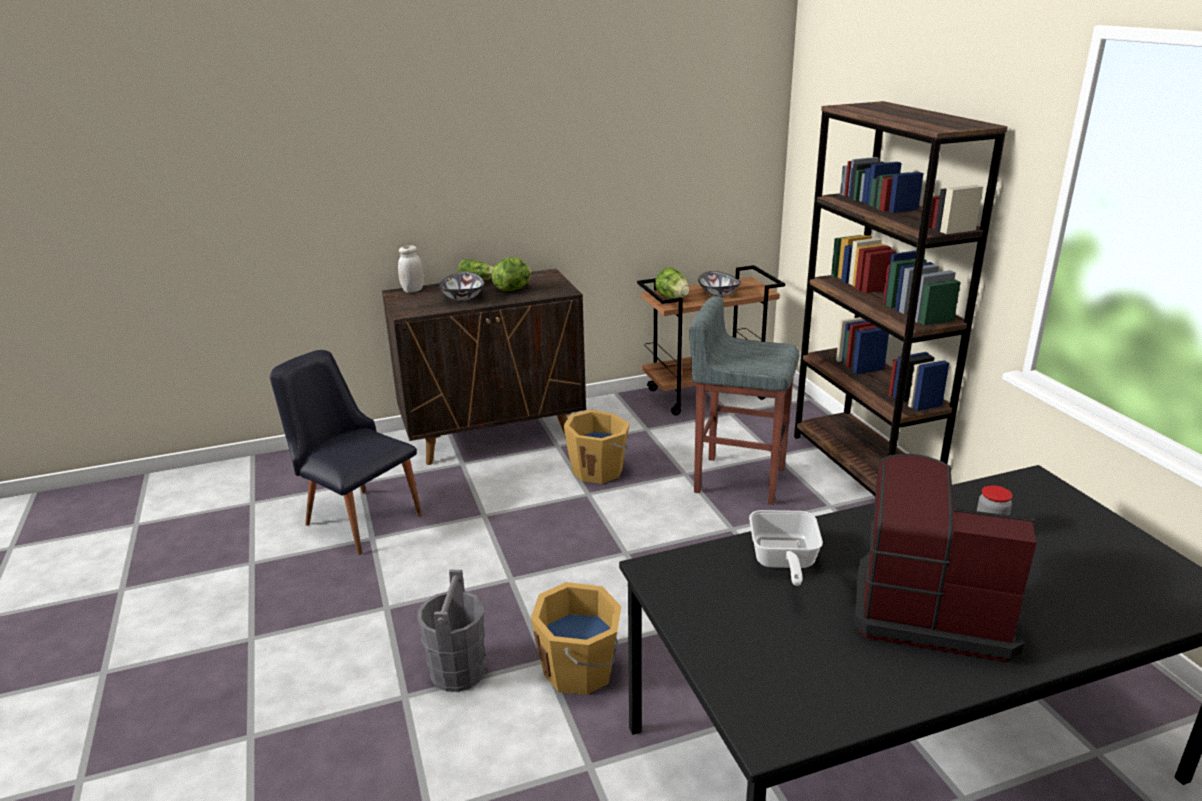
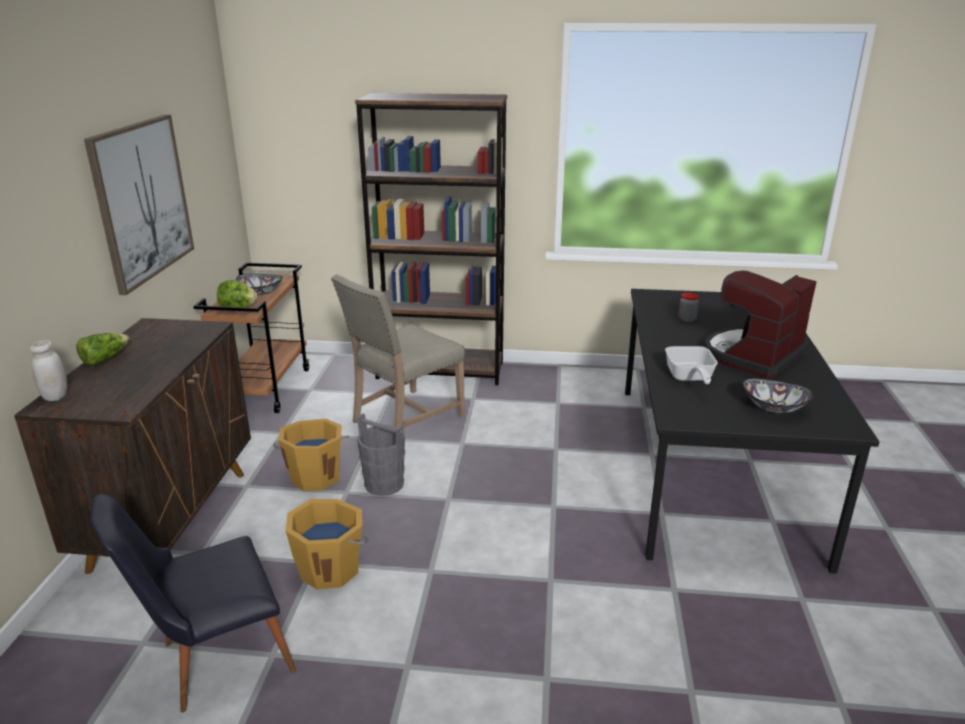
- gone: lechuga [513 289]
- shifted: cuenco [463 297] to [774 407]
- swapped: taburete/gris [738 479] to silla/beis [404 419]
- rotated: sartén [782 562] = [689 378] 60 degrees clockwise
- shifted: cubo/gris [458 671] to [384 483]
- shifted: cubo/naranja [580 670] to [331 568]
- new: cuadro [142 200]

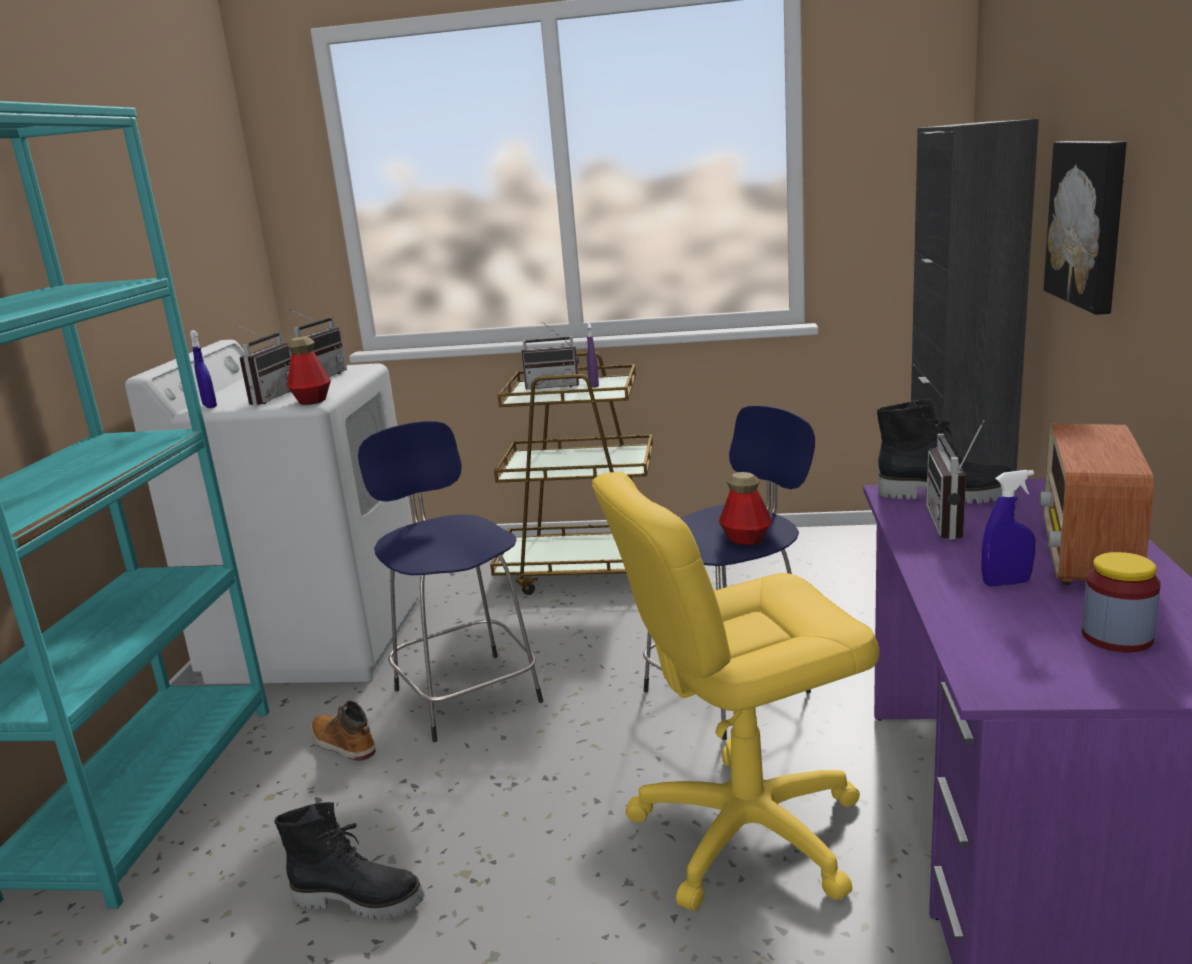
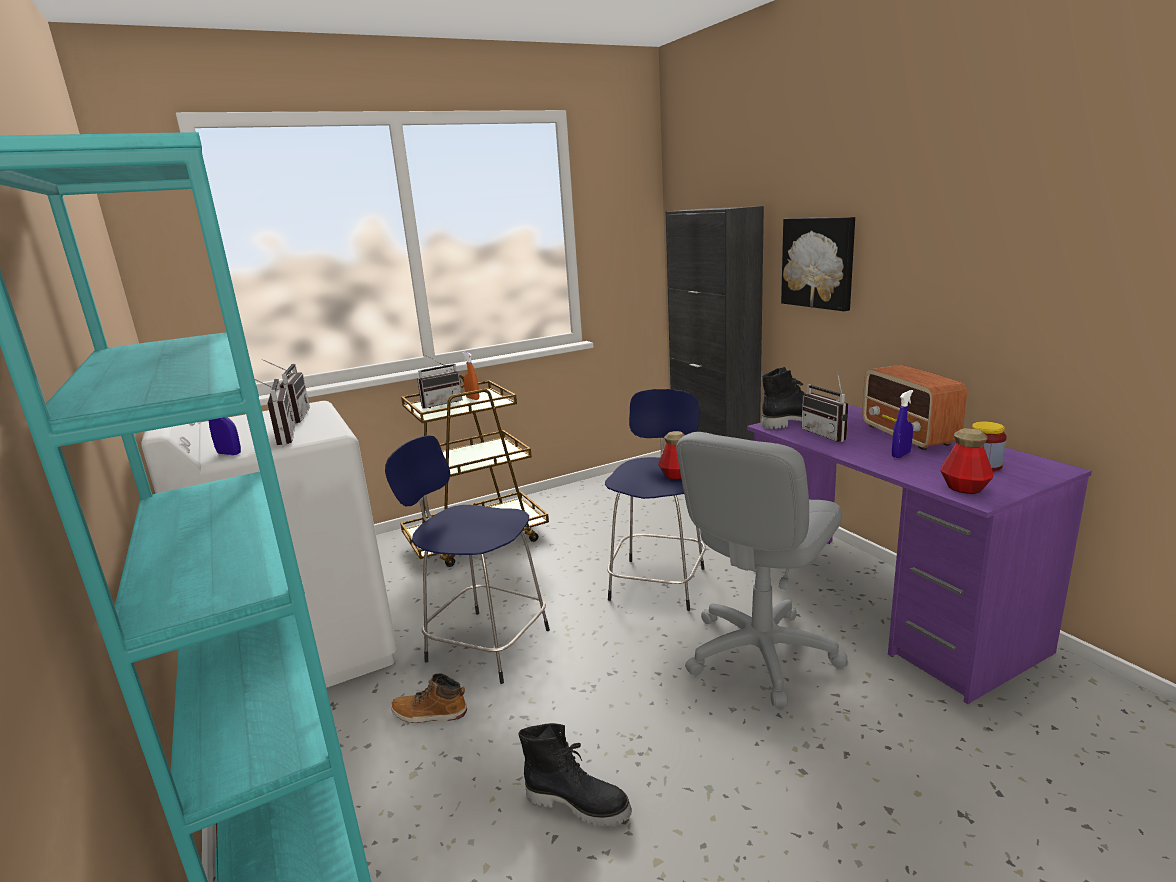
- repainted: pulverizador/morado [593 385] to pulverizador/naranja [472 398]
- shifted: botella [312 400] to [964 488]
- repainted: silla de oficina/amarillo [747 831] to silla de oficina/gris [760 653]
- rotated: bota/negro [360 899] = [578 803] 45 degrees clockwise

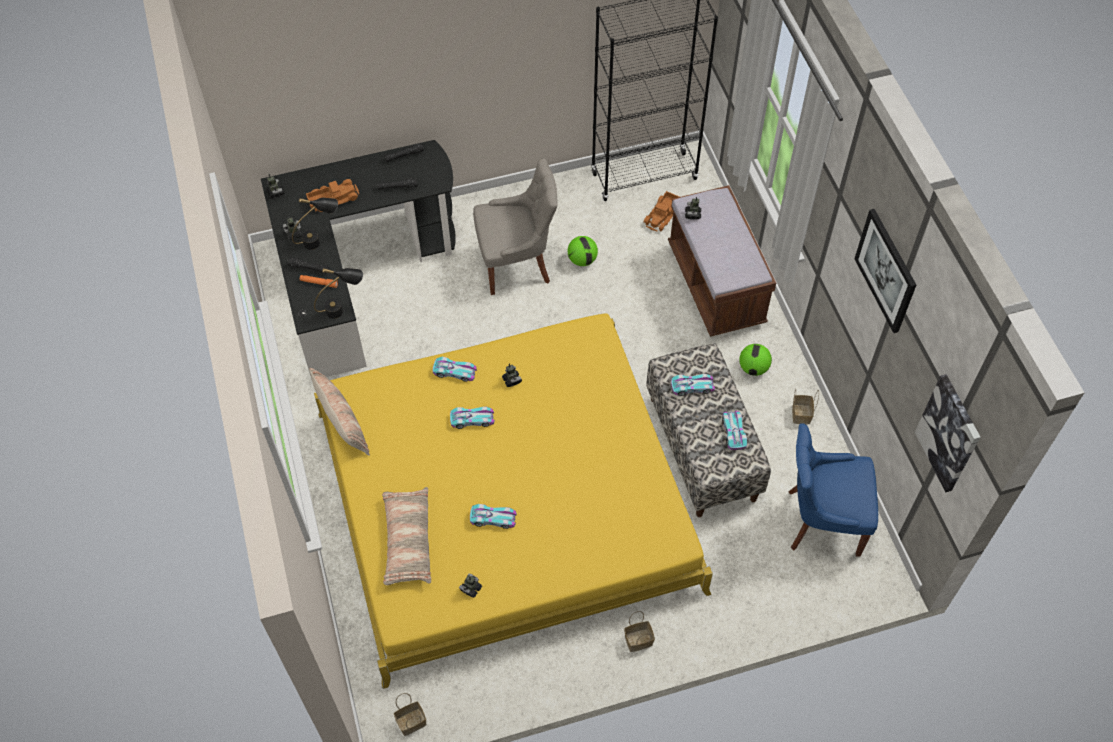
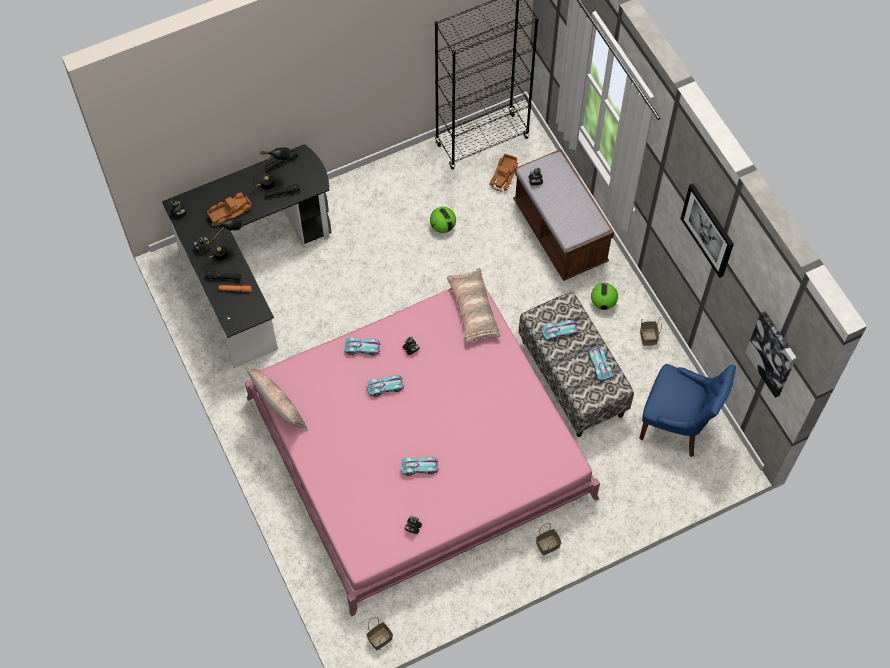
- gone: silla/gris [517 264]
- shifted: lámpara de mesa/negro [342 309] to [273 181]
- repainted: cama/amarillo [507 501] to cama/rosa [420 447]
- rotated: silla/azul [821 521] = [677 424] 150 degrees counterclockwise
- shifted: cojín [407 541] to [473 310]

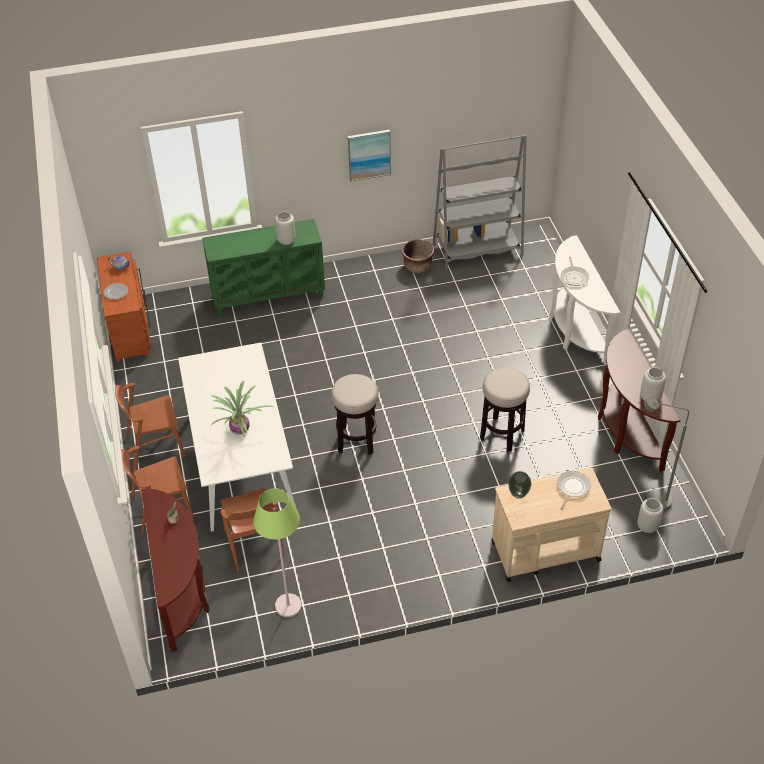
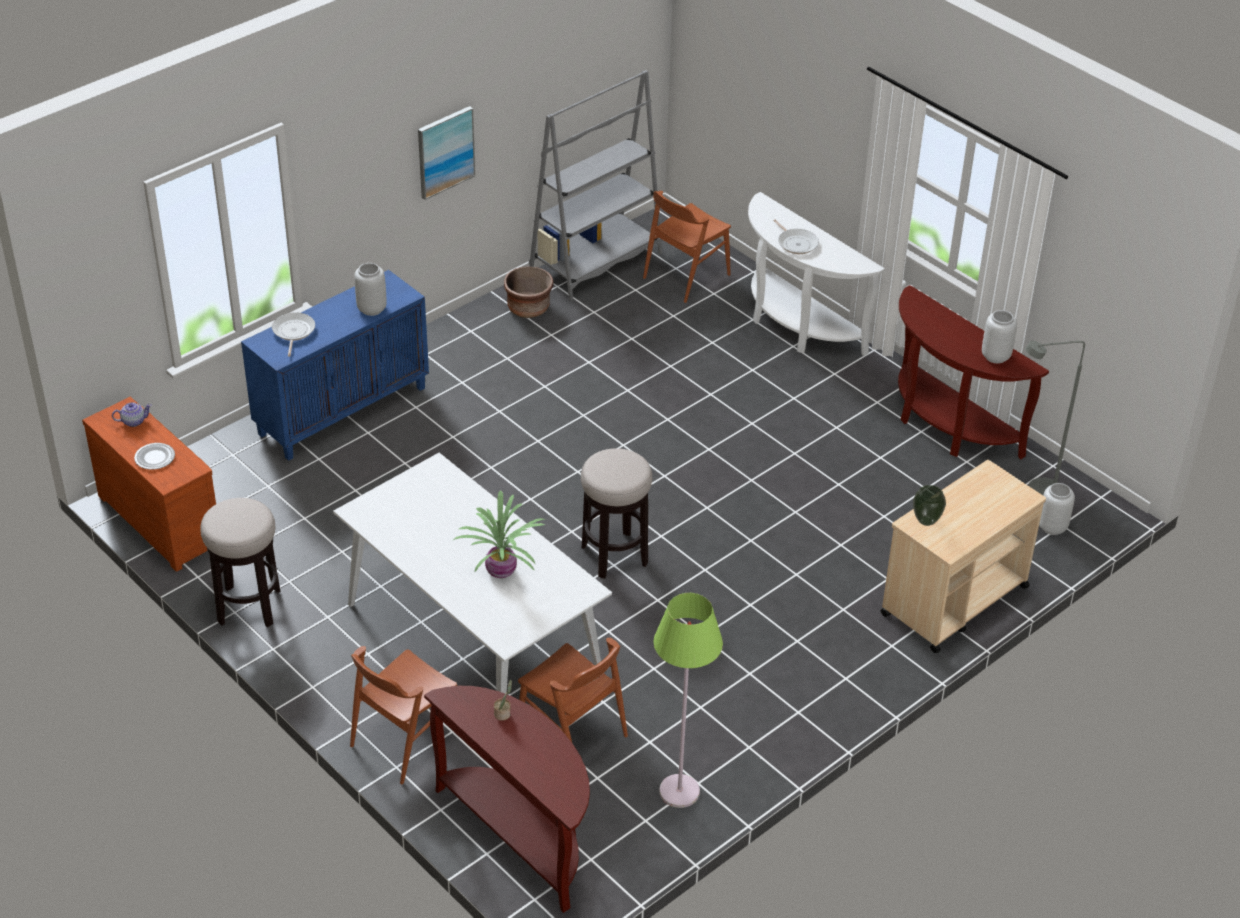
- repainted: armario/verde [269 295] to armario/azul [343 410]
- shifted: taburete [502 434] to [249 606]
- shifted: silla/marrón [155 446] to [686 276]
- shifted: sartén [572 488] to [293 332]

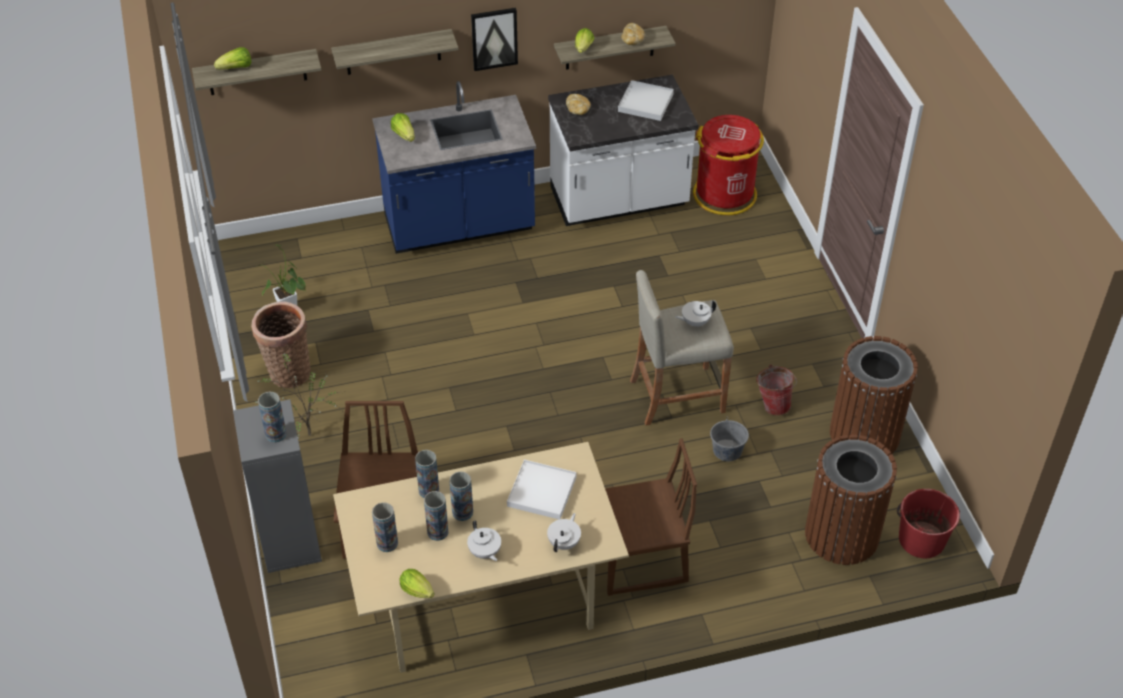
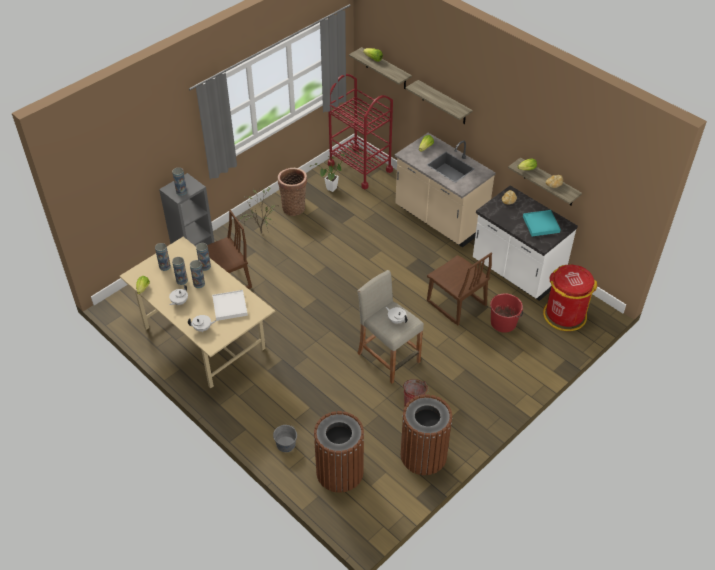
- gone: cuadro [494 38]
- repainted: bandeja/blanco [645 103] to bandeja/turquesa [541 224]
- repainted: mueble bajo de cocina/azul [459 226] to mueble bajo de cocina/beis [439 220]
- shifted: cubo/gris [727 451] to [285 444]
- shifted: silla/marrón [639 560] to [456 304]
- shifted: cubo/rojo [921 539] to [503 322]
- new: carrito/rojo [360 167]

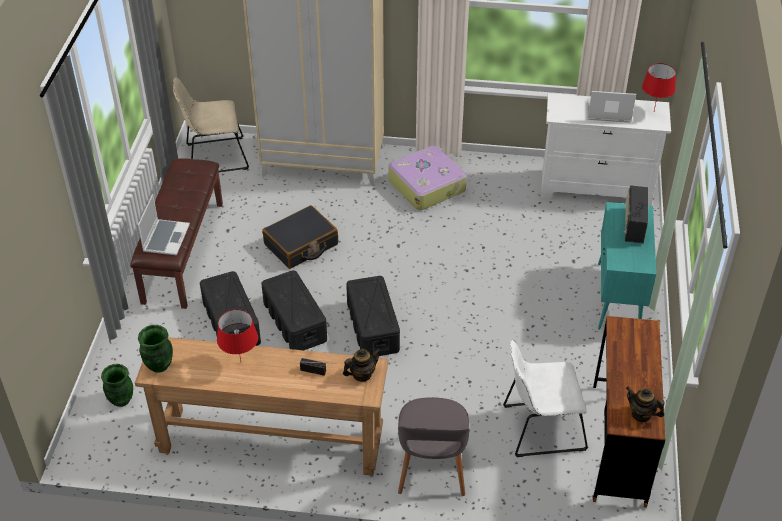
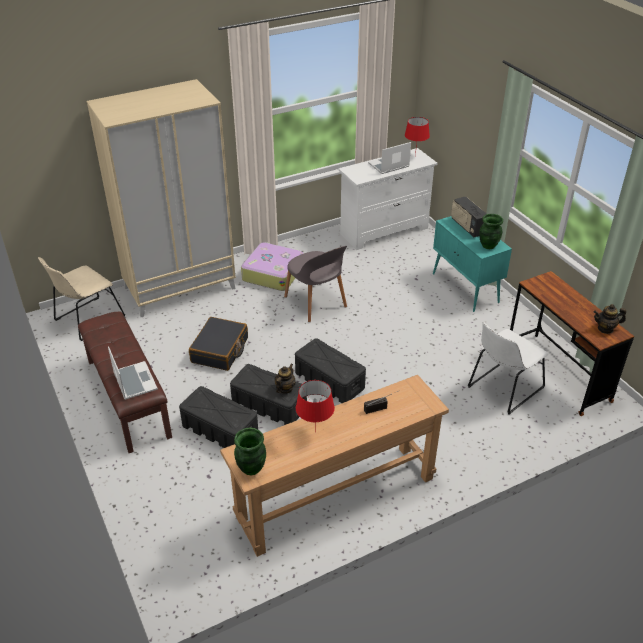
- shifted: tetera [362 374] to [285 389]
- shifted: florero/verde [121 400] to [488 245]
- shifted: silla/gris [431 467] to [316 303]

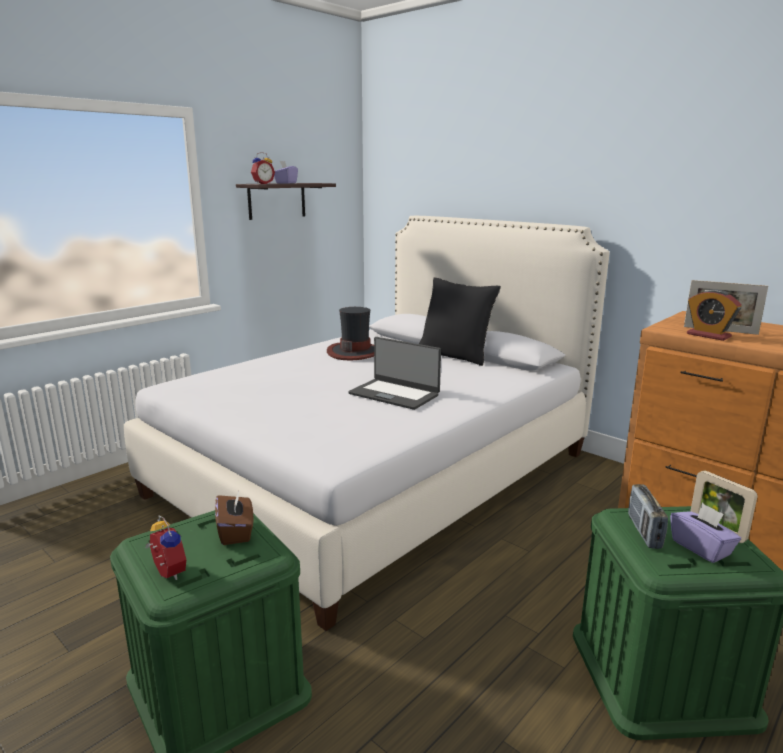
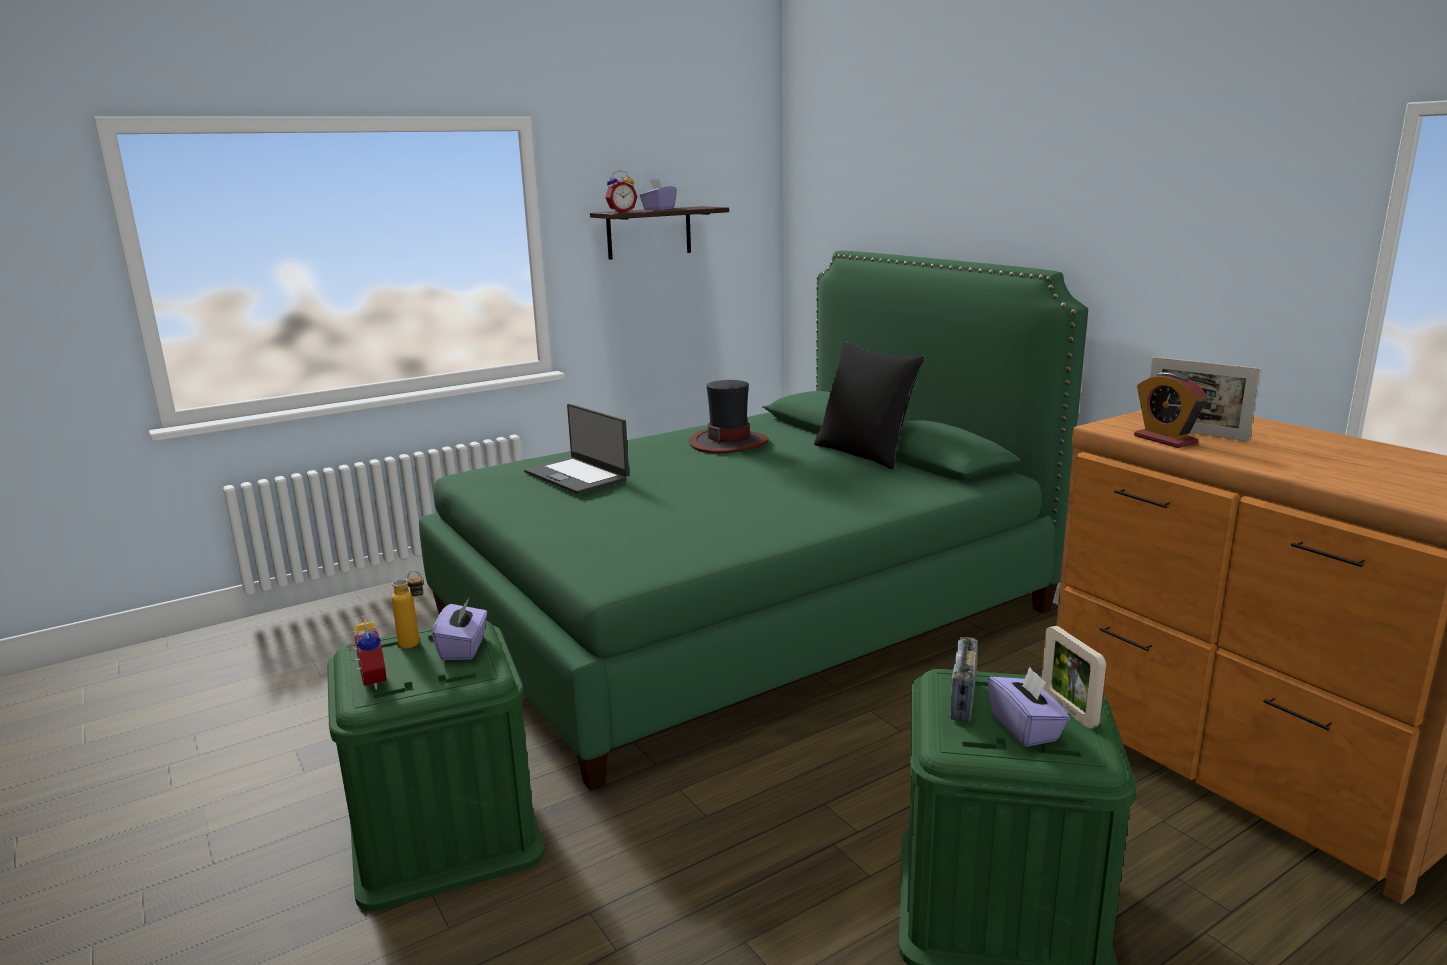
- repainted: cama/blanco [376 473] to cama/verde [741 610]
- shifted: portátil [394 394] to [577 476]
- repainted: caja de pañuelos/marrón [236 532] to caja de pañuelos/morado [464 648]
- new: botella [416 645]

